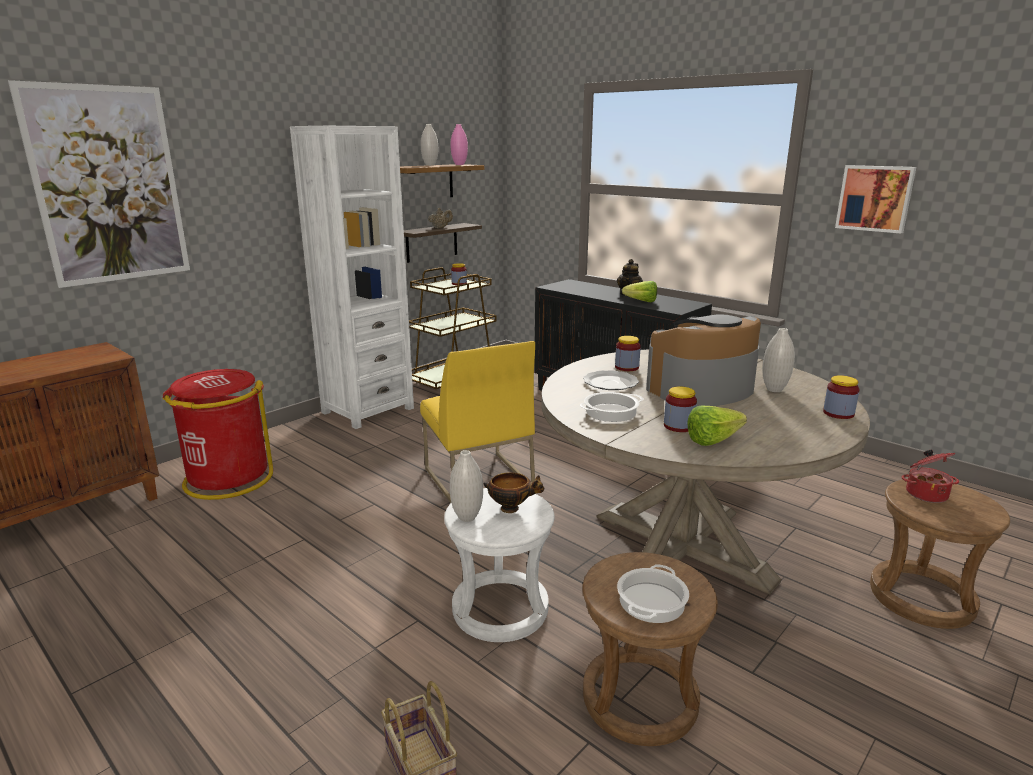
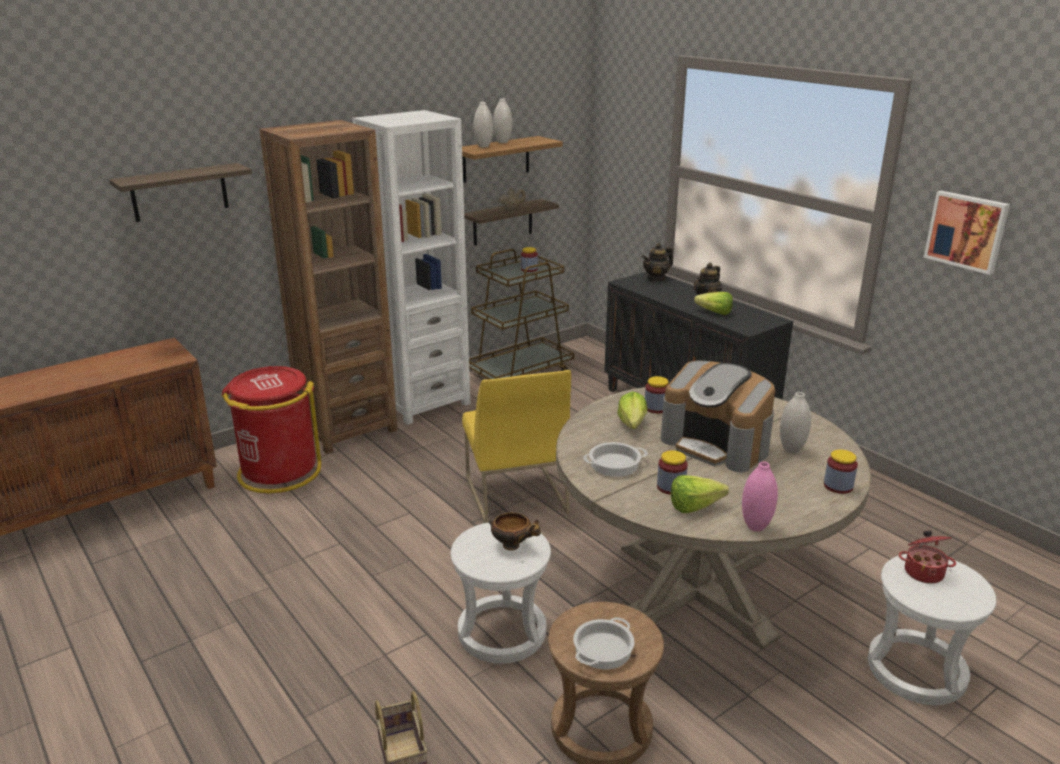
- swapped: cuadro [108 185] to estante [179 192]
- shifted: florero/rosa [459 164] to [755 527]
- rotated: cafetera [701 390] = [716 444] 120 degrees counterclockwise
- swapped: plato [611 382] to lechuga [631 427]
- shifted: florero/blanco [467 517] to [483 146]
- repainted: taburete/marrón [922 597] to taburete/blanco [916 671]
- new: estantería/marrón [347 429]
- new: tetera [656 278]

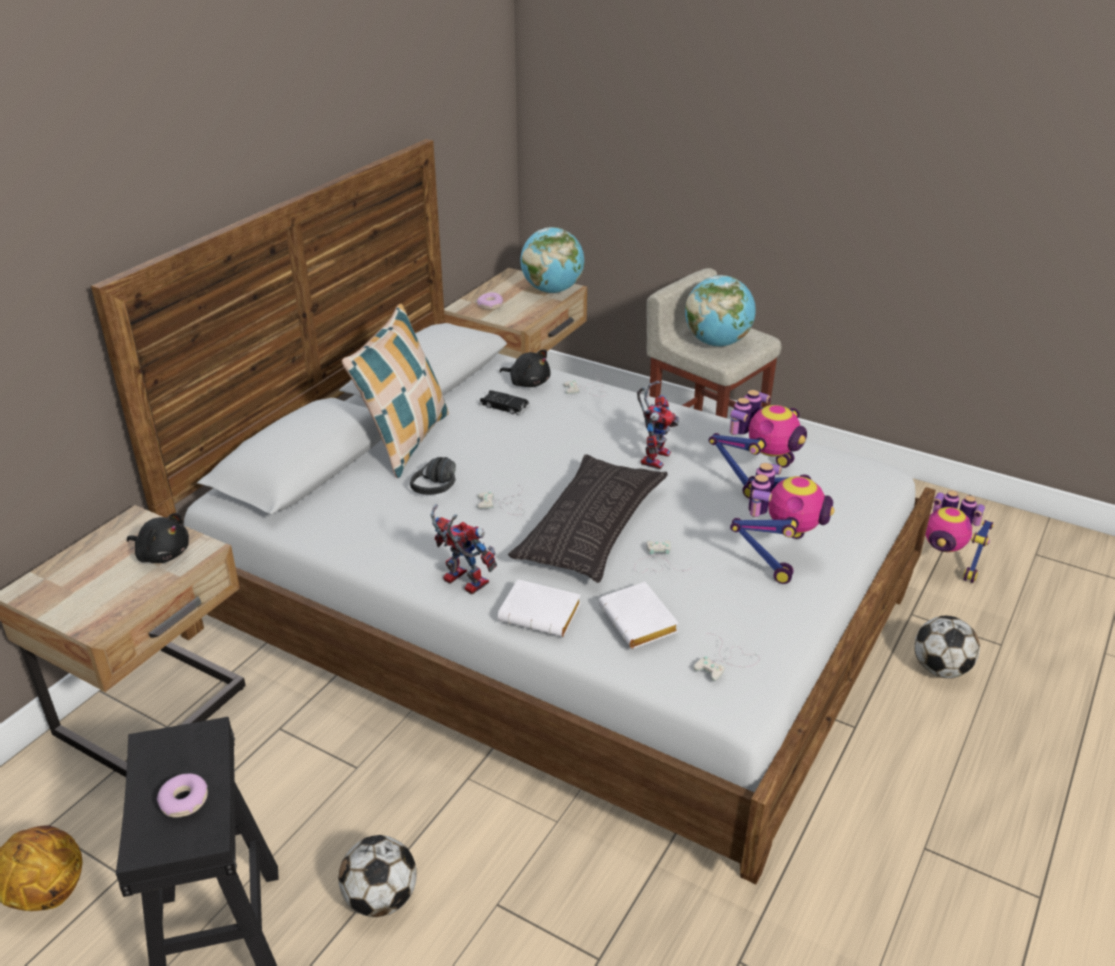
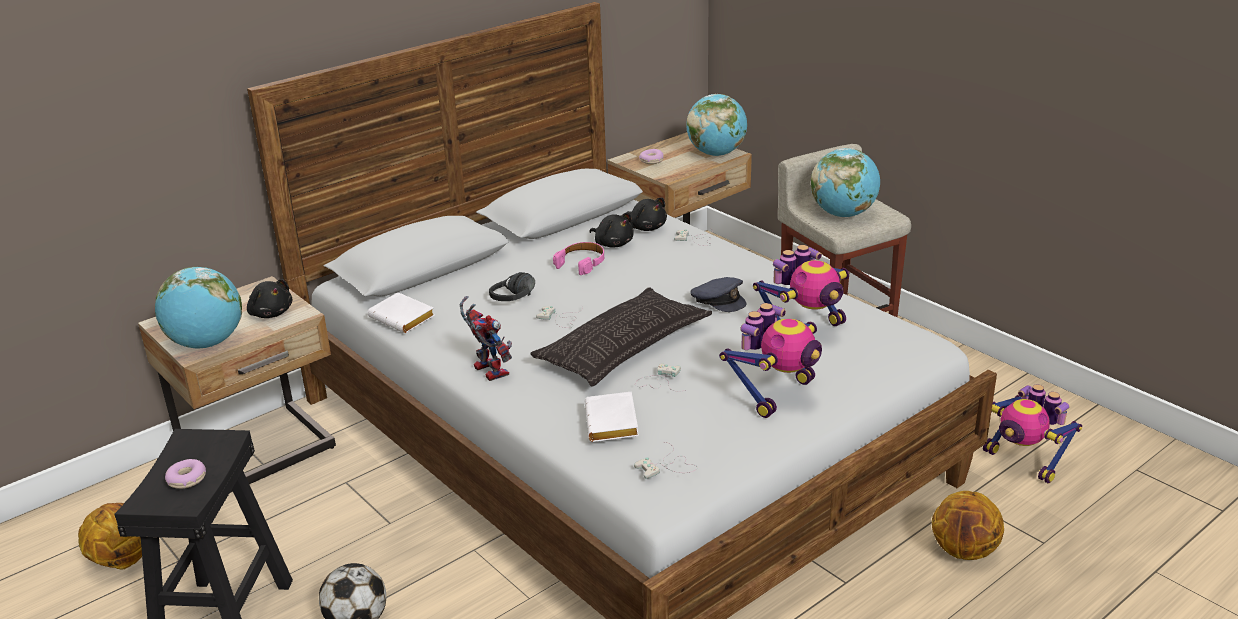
- gone: cojín [405 441]
- swapped: robot de juguete [654 456] to gorra/gris [719 300]
- swapped: coche de juguete/negro [504 406] to peluche/negro [613 244]
- shifted: libro/blanco [542 613] to [404 318]
- swapped: balón de fútbol [940 669] to balón de baloncesto [964 551]
- new: auriculares/rosa [581 263]
- new: globo terráqueo [207 343]

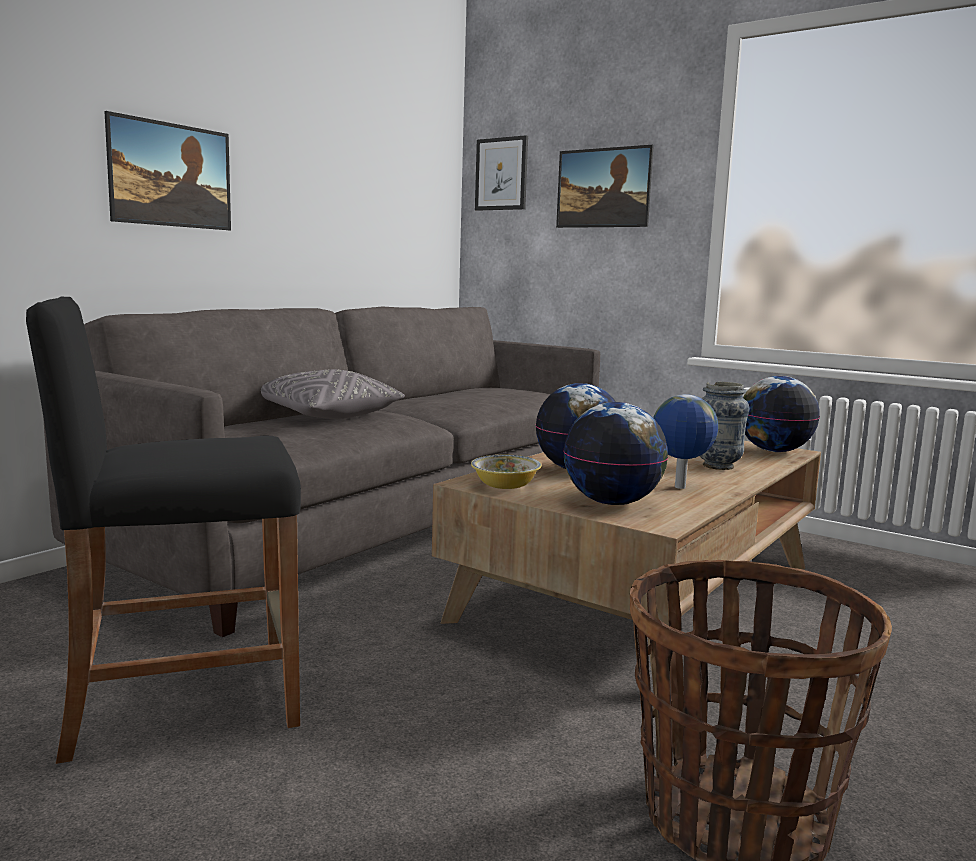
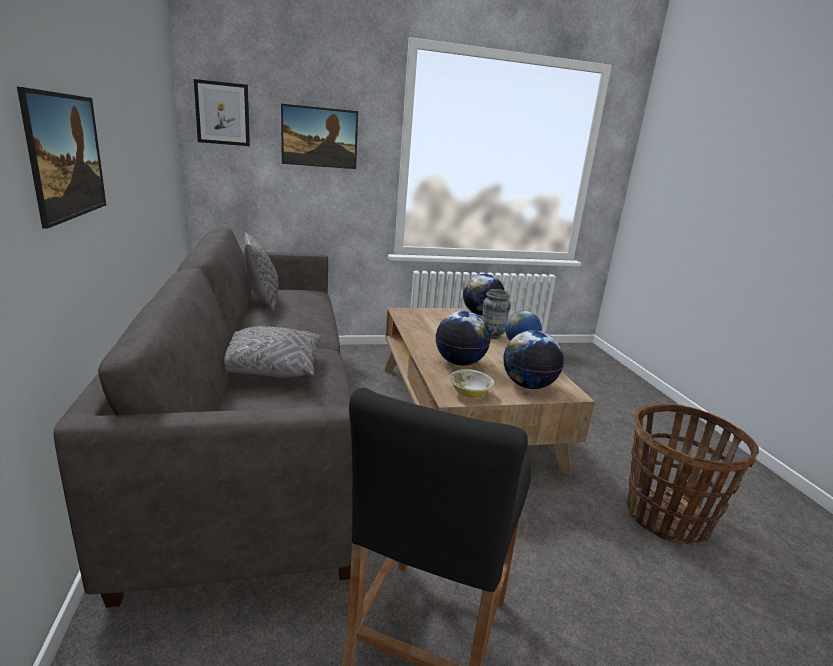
- new: cojín/gris [262 300]

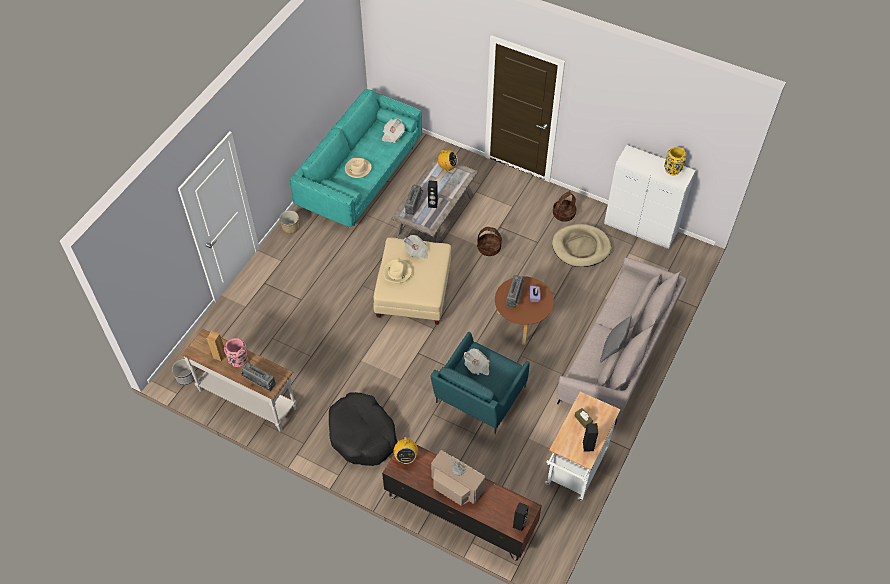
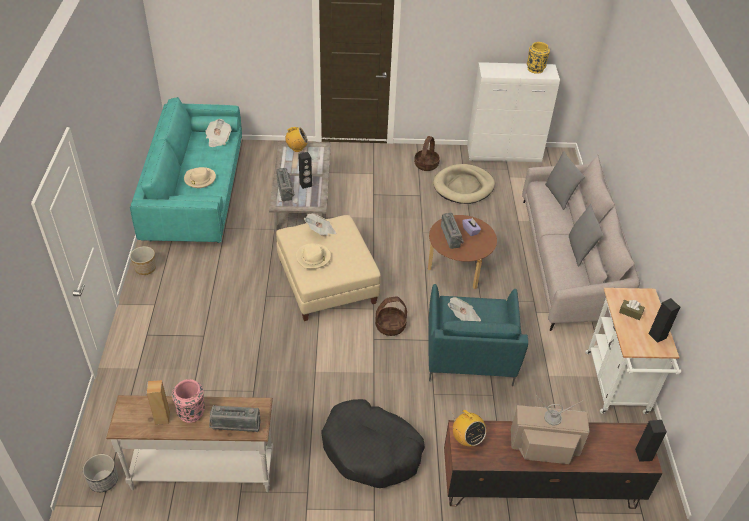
- shifted: cesta [489 248] to [390 326]
- new: cojín/gris [559 196]

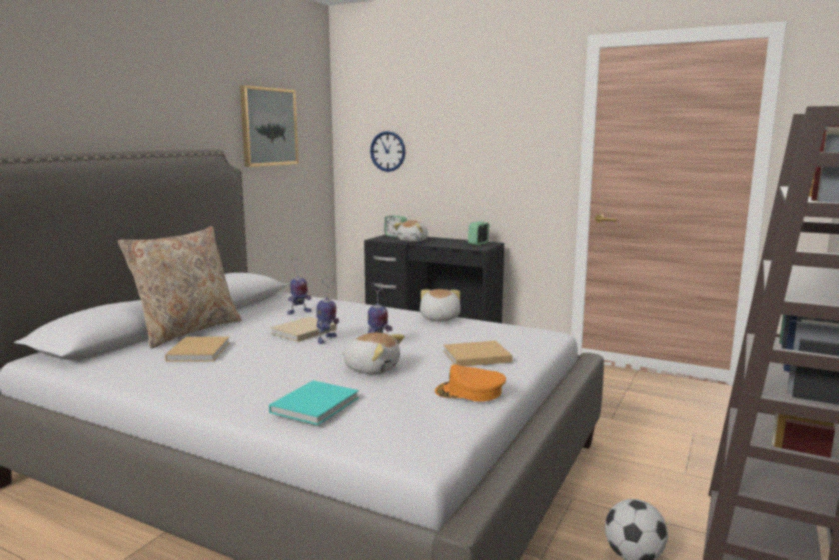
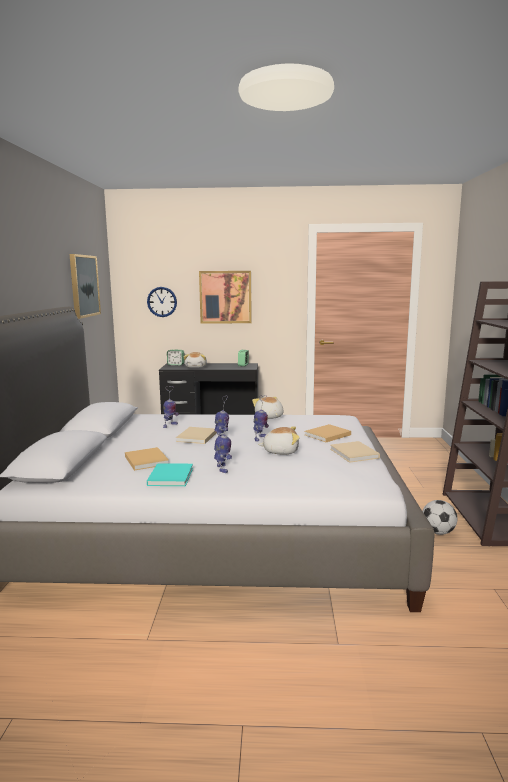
- gone: cojín/beis [187 330]
- swapped: gorra/naranja [470 392] to libro/beis [355 454]
- shifted: libro/turquesa [316 404] to [171 476]
- new: cuadro [225 297]
- new: robot de juguete [223 469]

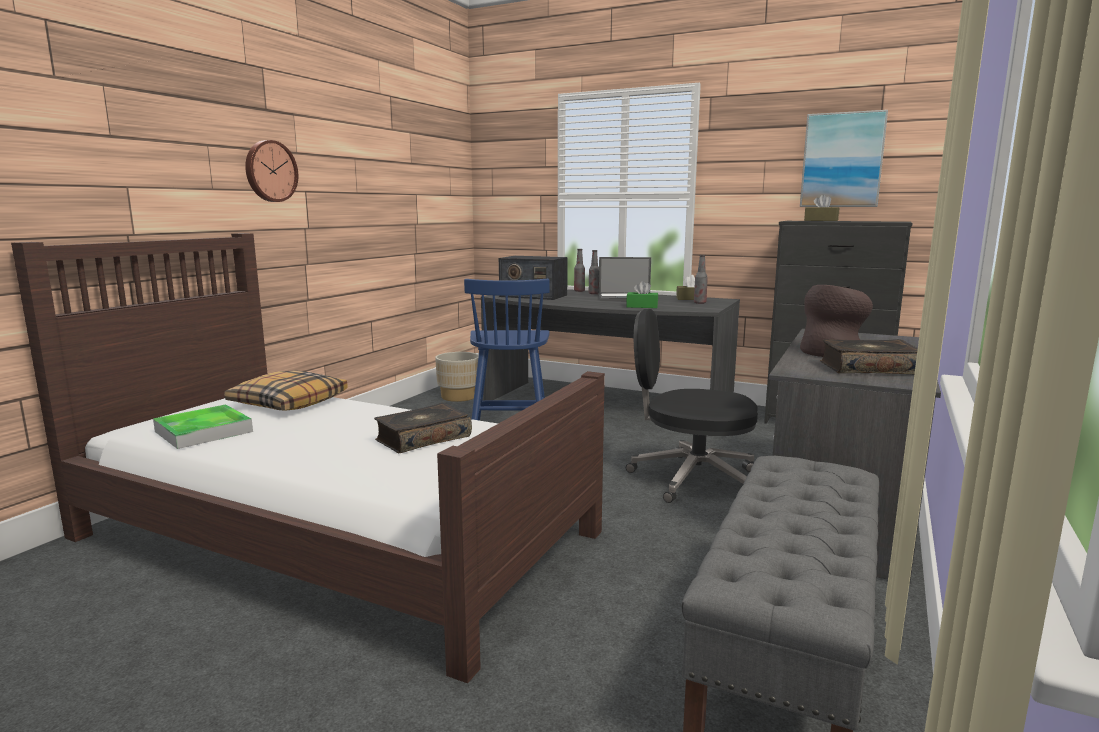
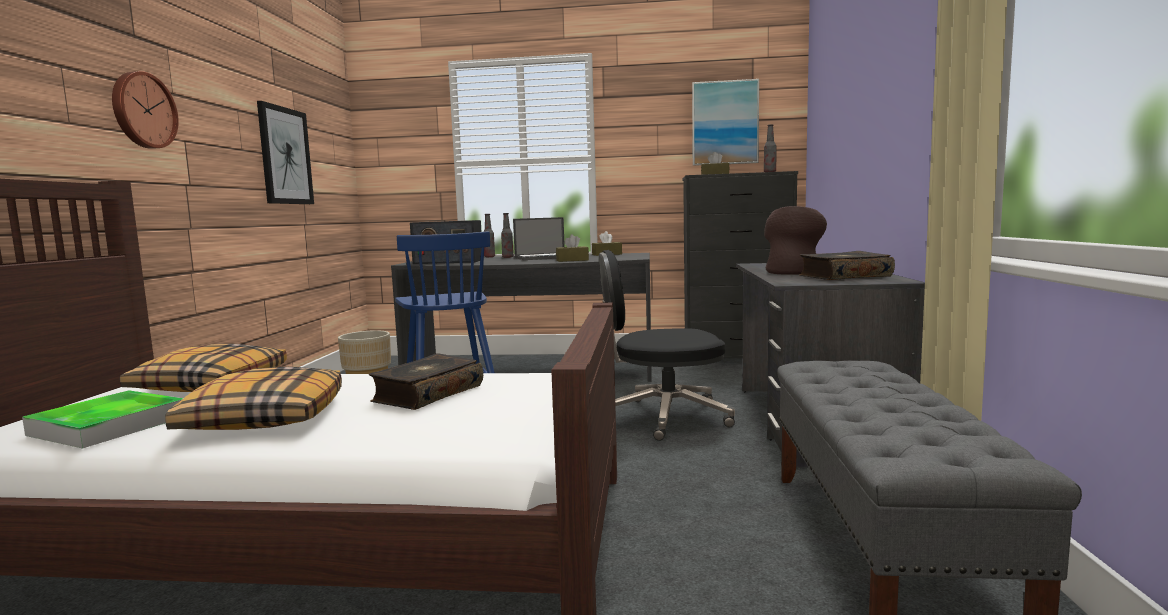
- shifted: botella [699 303] to [769 172]
- repainted: caja de pañuelos/verde [642 306] to caja de pañuelos/marrón [572 260]
- new: cuadro [285 156]
- new: cojín [264 418]

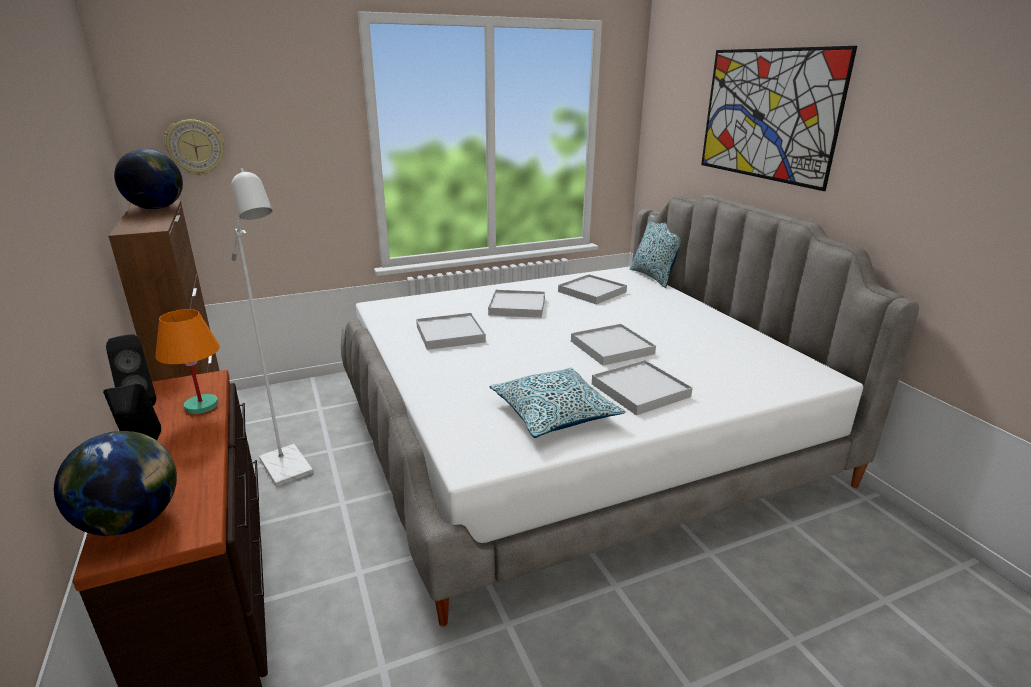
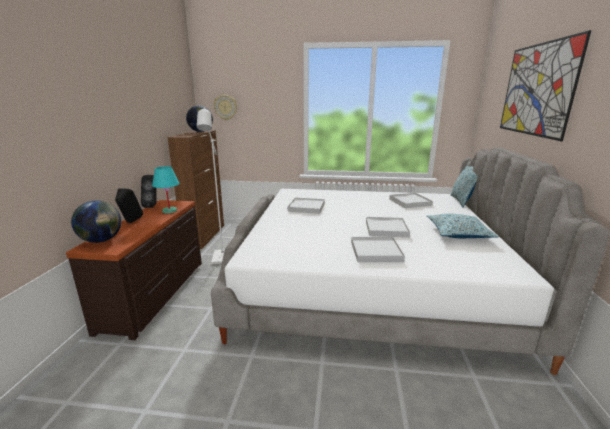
- gone: bandeja/blanco [517 307]
- repainted: lámpara de mesa/naranja [202 405] to lámpara de mesa/turquesa [170 211]
- shifted: cojín [554 413] to [458 233]

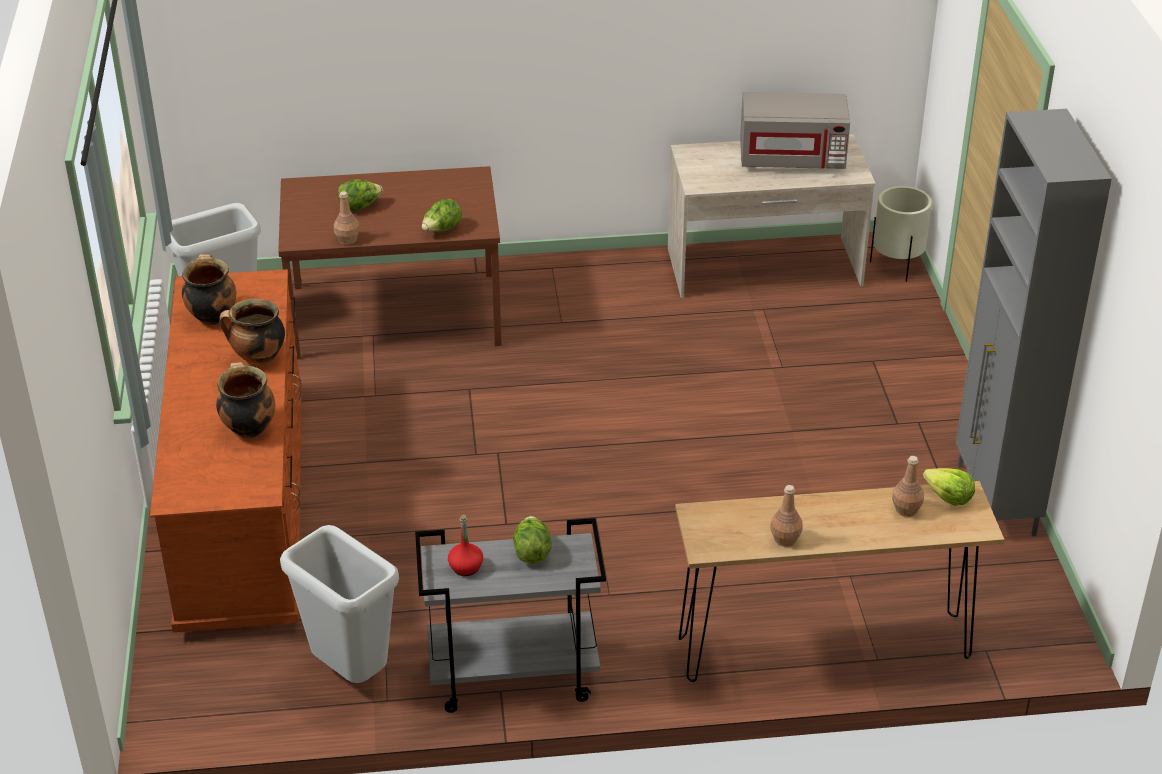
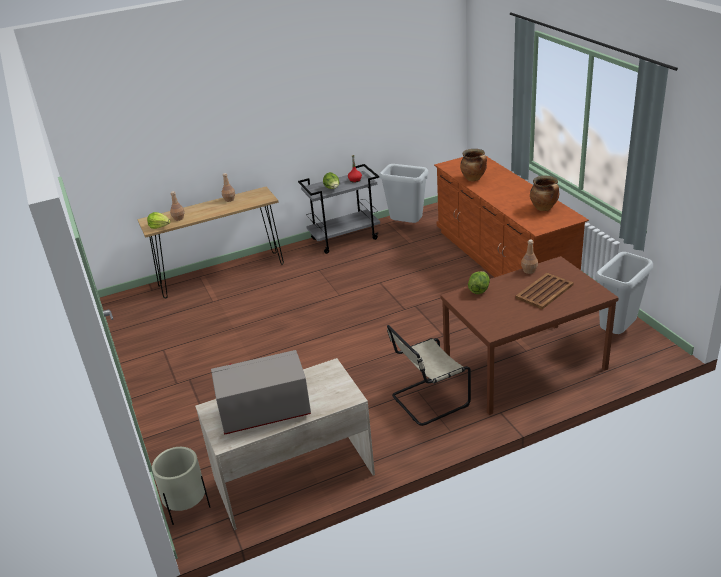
- gone: armario/gris [995 501]
- swapped: lechuga [360 207] to bandeja/marrón [545 291]
- gone: olla [258 359]
- new: silla/beis [427 401]

